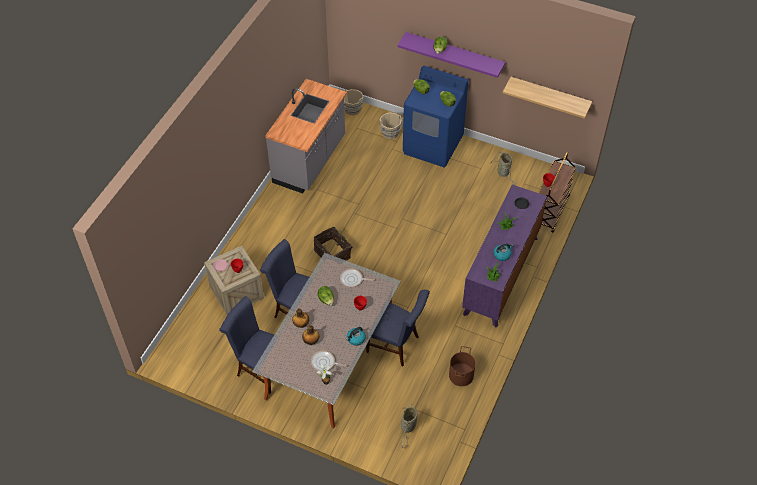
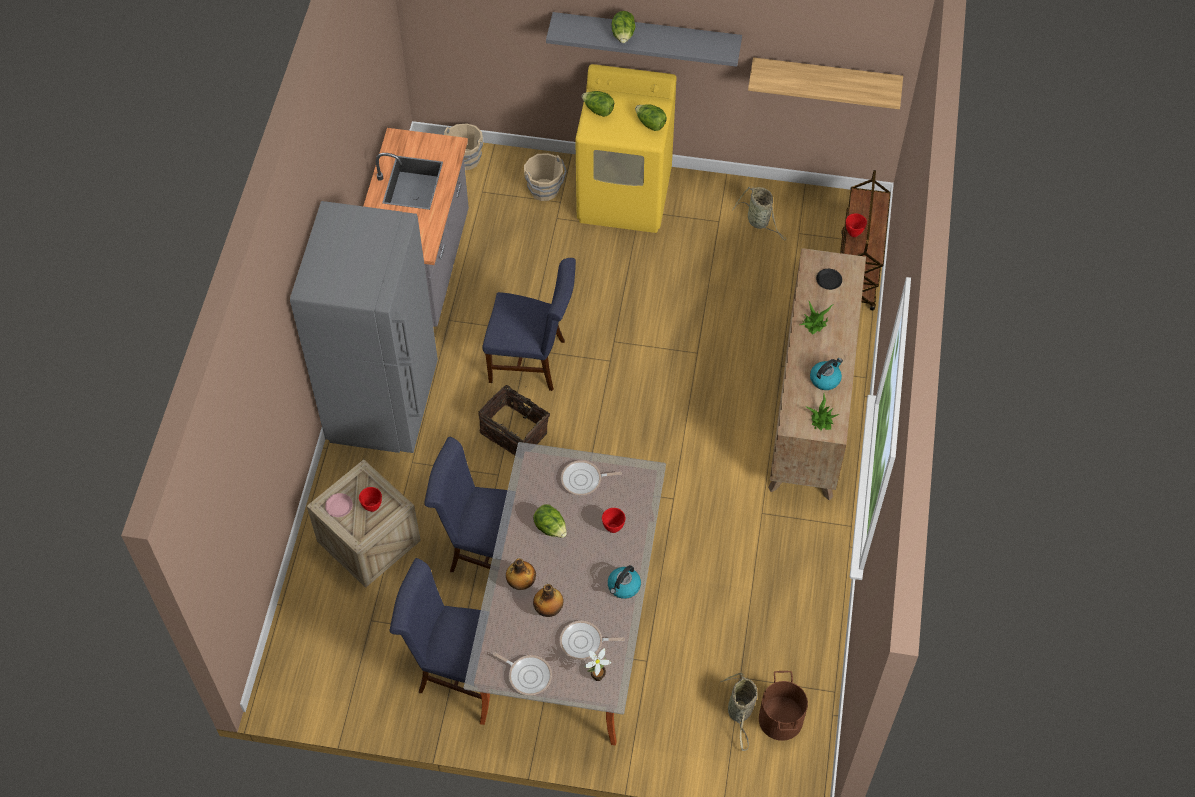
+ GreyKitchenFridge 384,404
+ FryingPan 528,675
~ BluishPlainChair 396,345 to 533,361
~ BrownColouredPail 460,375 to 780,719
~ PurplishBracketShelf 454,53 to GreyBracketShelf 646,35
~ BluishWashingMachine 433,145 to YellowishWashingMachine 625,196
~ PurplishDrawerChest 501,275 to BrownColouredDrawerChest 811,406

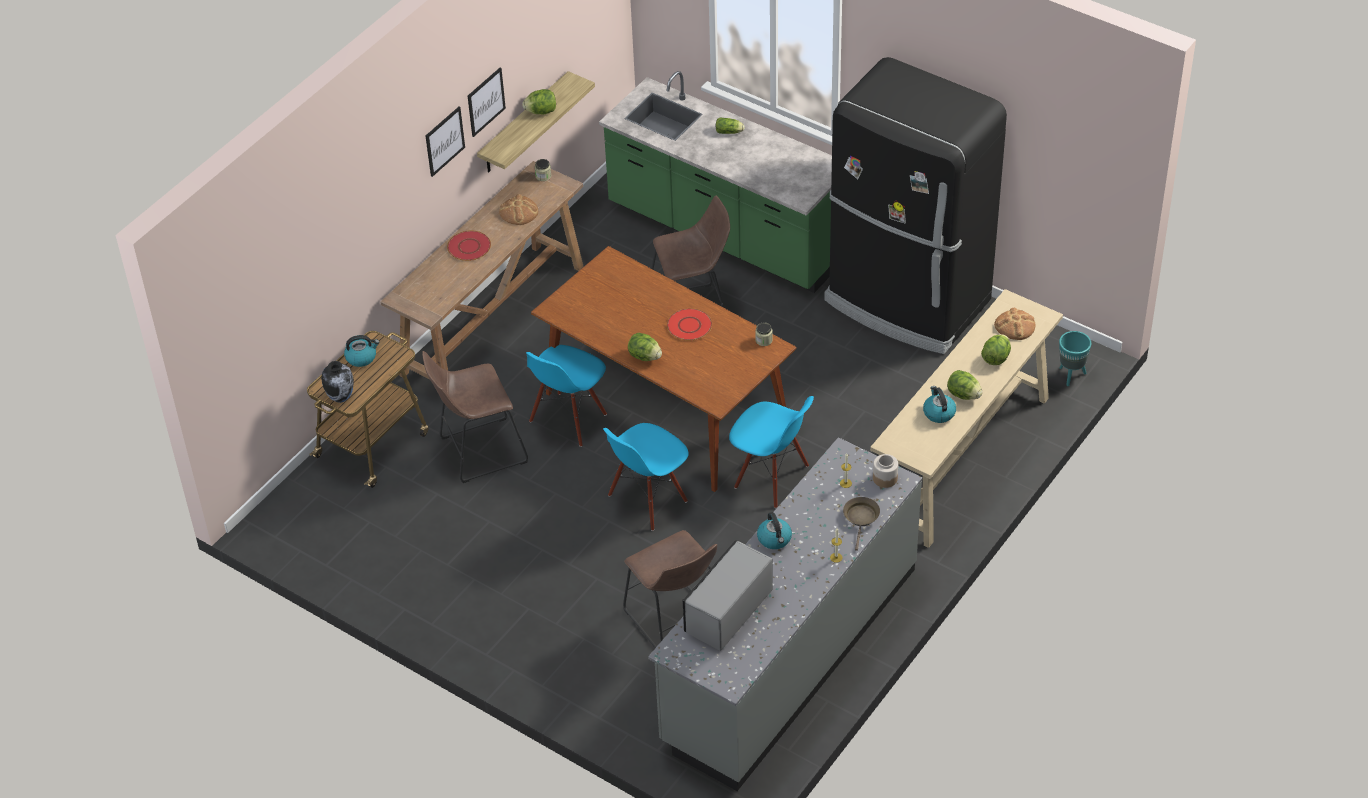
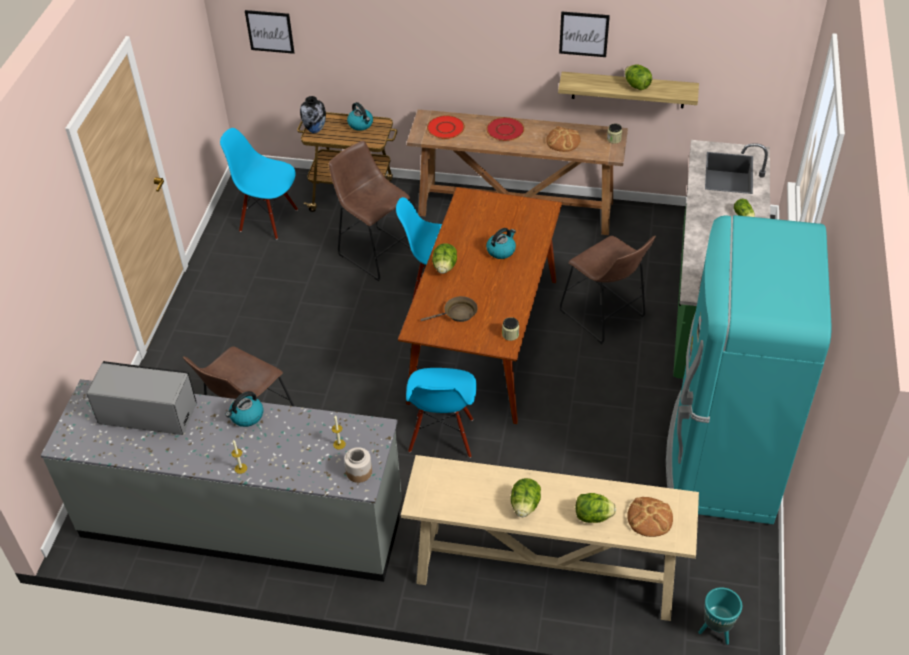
~ Picture 444,141 to 270,31
~ BluishPlainChair 648,500 to 269,219
~ RedDinnerPlate 689,325 to 445,128
~ BrownColouredFryingPan 861,518 to 457,314
~ WaterKettle 938,413 to 501,250
~ BlackKitchenFridge 907,302 to BlueGreenKitchenFridge 720,459

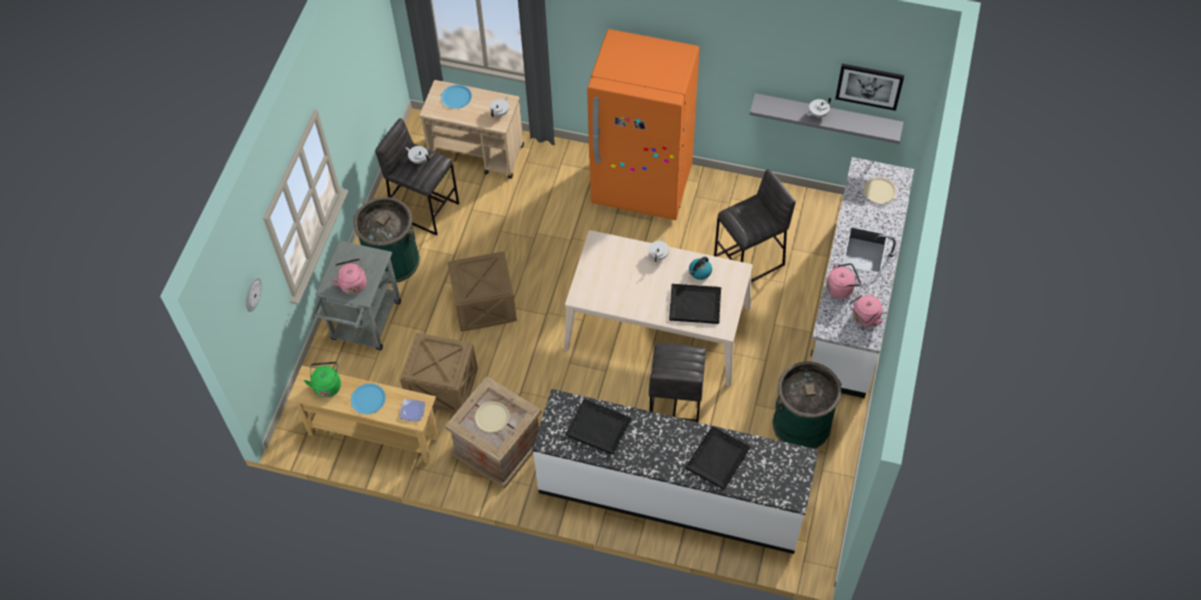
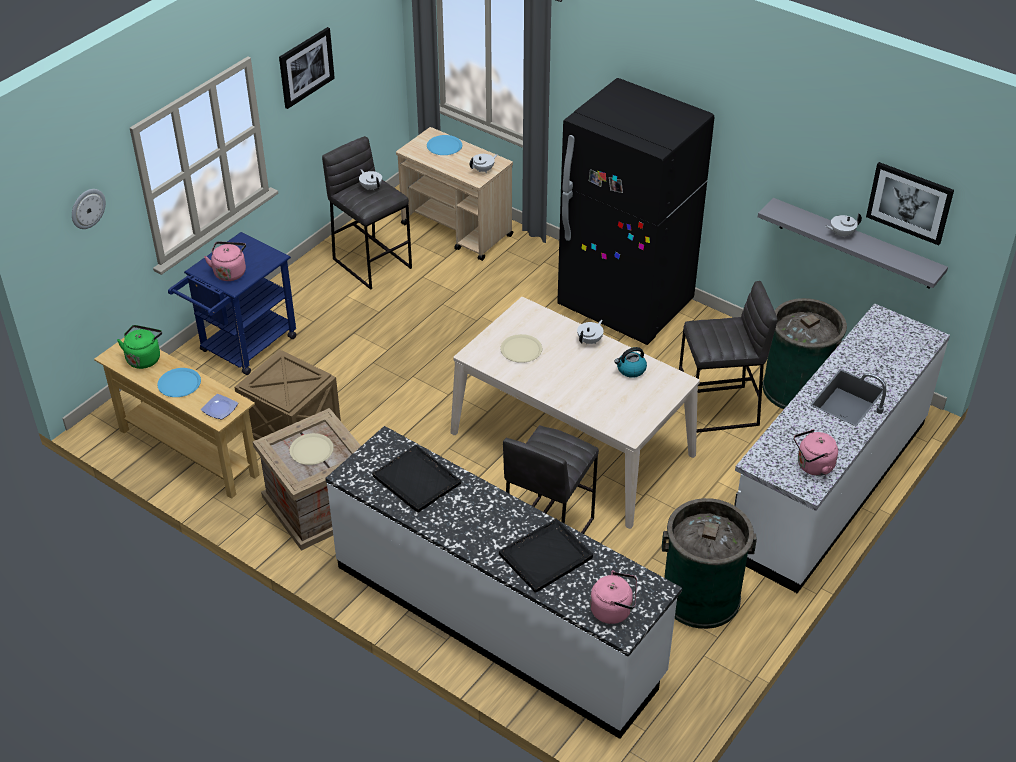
- Crate 483,305
- BlackCarryingTray 694,304
+ Picture 306,67
~ GreenRubbishBin 392,260 to 796,388
~ PinkColouredWaterKettle 841,288 to 613,610
~ SandColouredDinnerPlate 879,191 to 521,349
~ GreyTrolley 364,326 to BluishTrolley 243,348
~ OrangeKitchenFridge 642,186 to BlackKitchenFridge 625,305

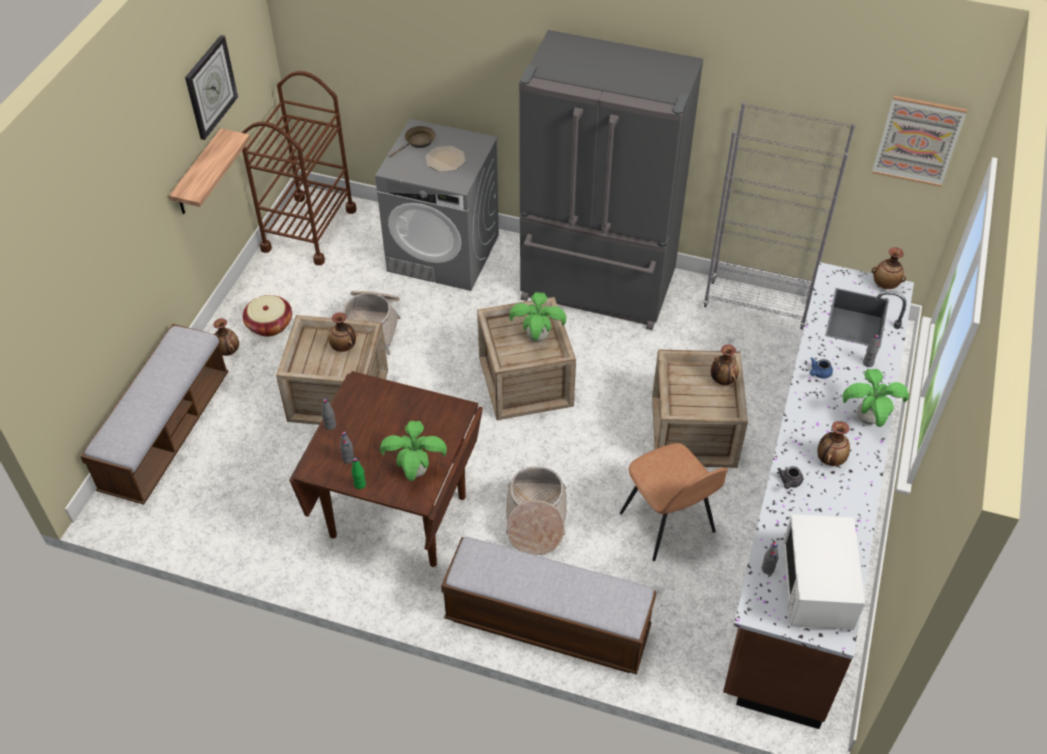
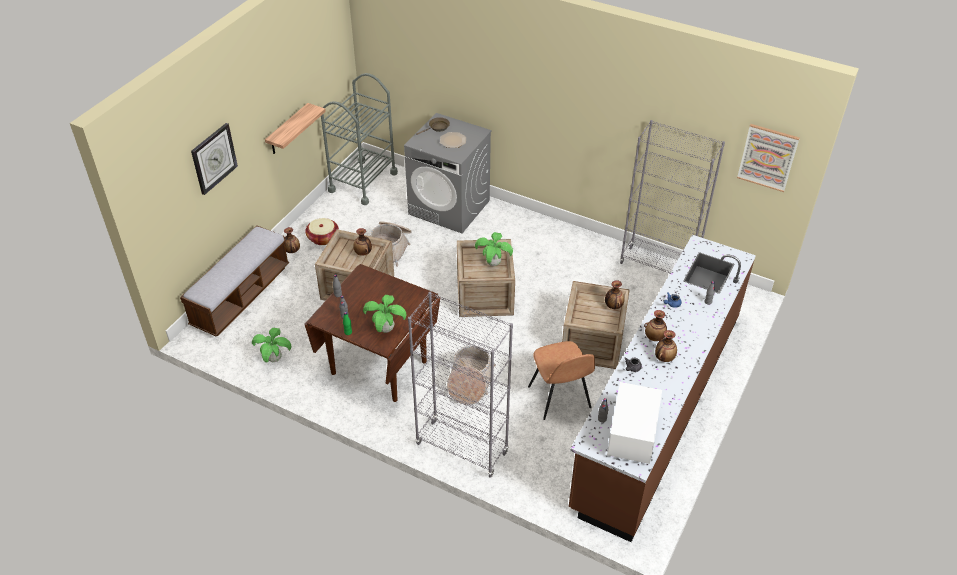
- GreyKitchenFridge 597,288
~ HangingClock 210,87 to 213,158
~ PottedPlant 867,419 to 274,359
~ Vase 885,285 to 654,337
~ Bench 547,624 to GreyBookcase 461,448
~ BrownColouredTrolley 309,229 to GreyTrolley 363,182

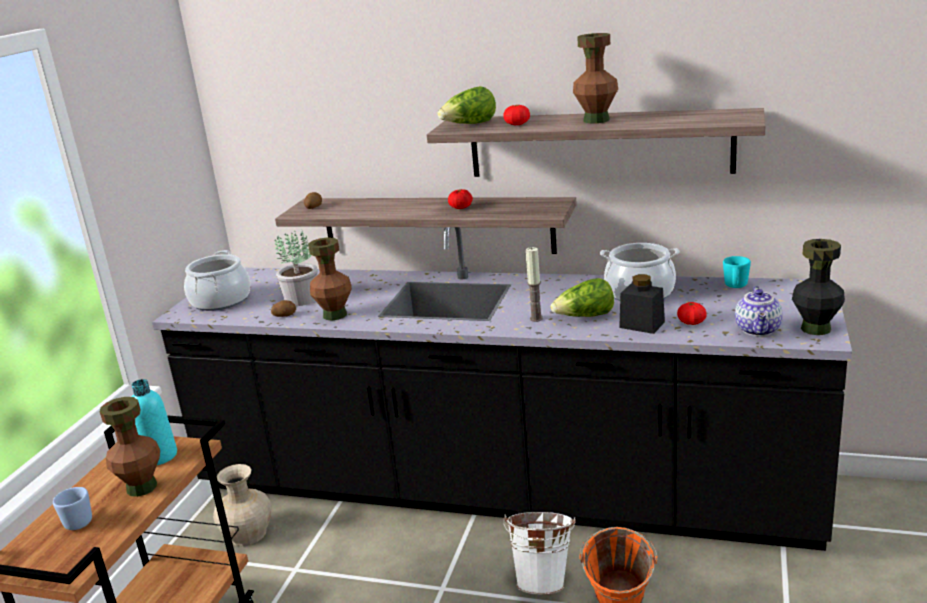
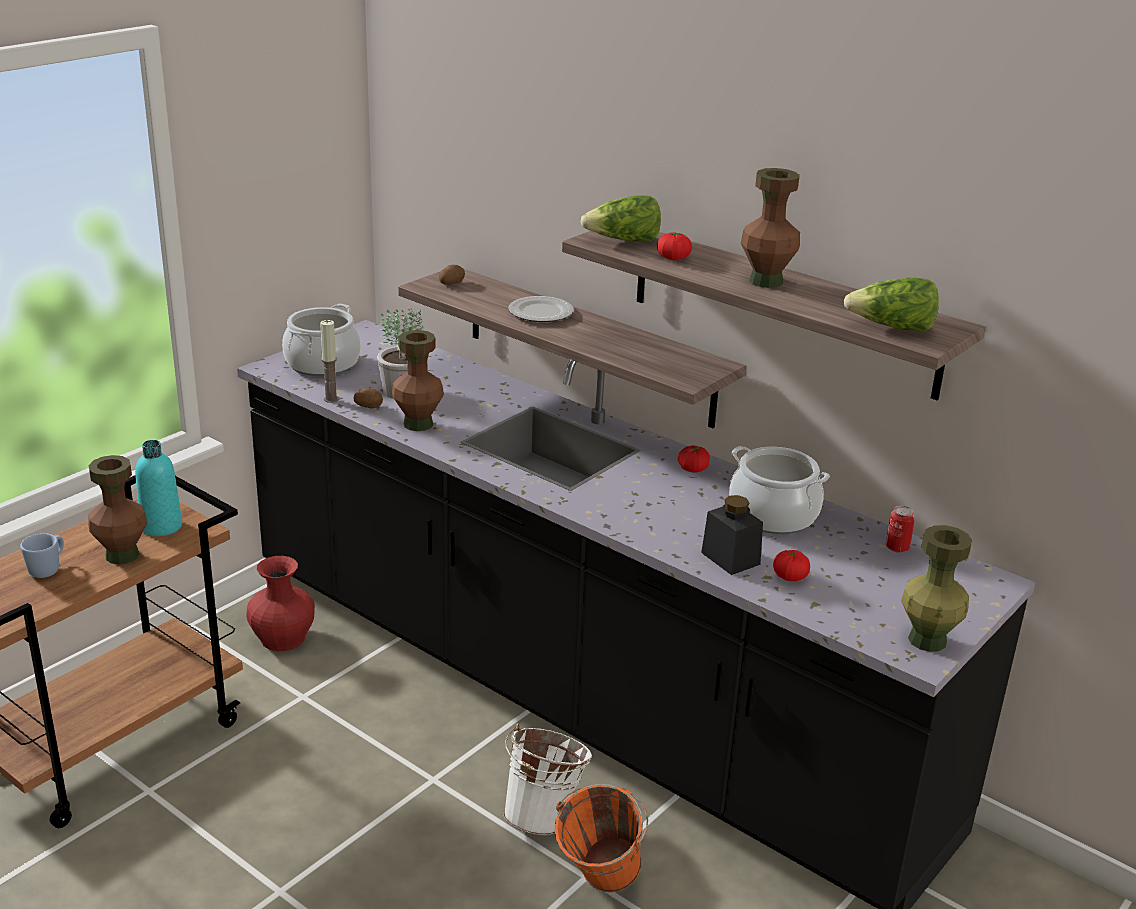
- PotForTea 759,330
+ DinnerPlate 541,313
~ FreshTomato 461,207 to 693,469
~ WaxCandle 536,319 to 331,399
~ Lettuce 585,317 to 892,328
~ BlueGreenMug 735,287 to SealedCan 897,547
~ SandColouredVase 247,533 to RedVase 283,637
~ BlackVase 815,329 to GreenVase 926,640

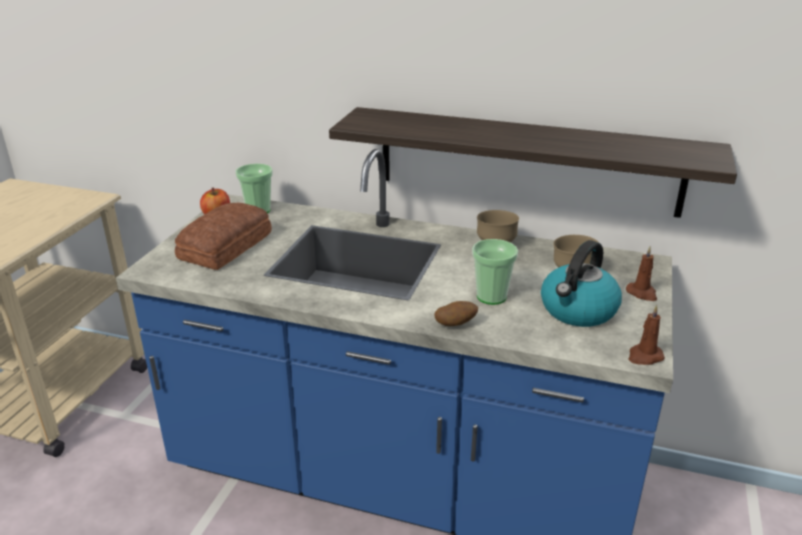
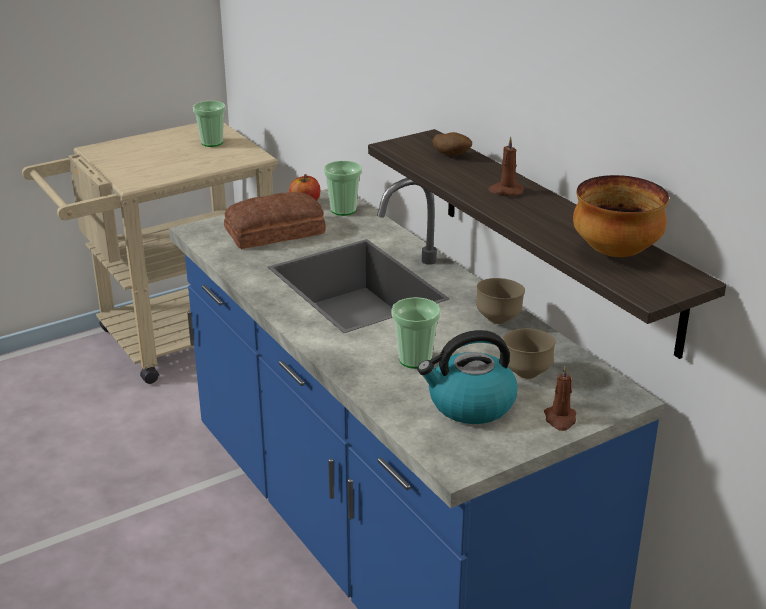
+ SmallCup 212,143
+ DeepDish 616,252
~ Potato 455,324 to 452,155
~ BrownColouredWaxCandle 644,356 to 505,191

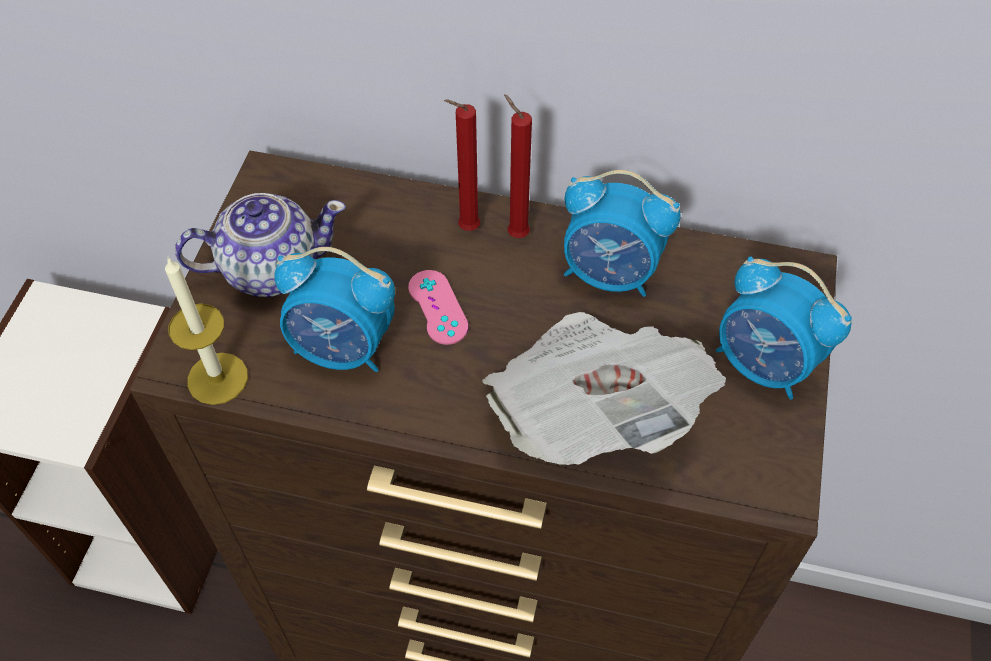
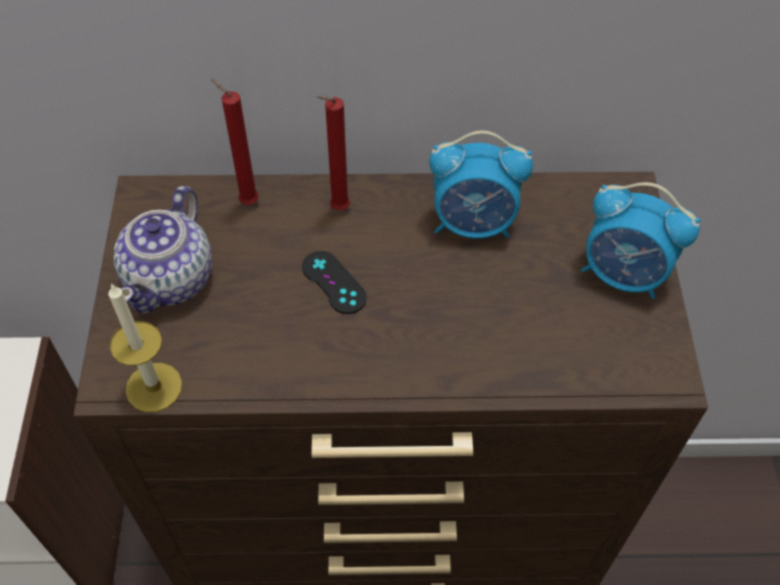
- AlarmClock 343,348
- DailyPaper 592,410
~ RedWaxCandle 515,233 to 246,201
~ PinkColouredGameController 438,307 to BlackGameController 334,282
~ PotForTea 270,268 = 171,278 135 degrees clockwise

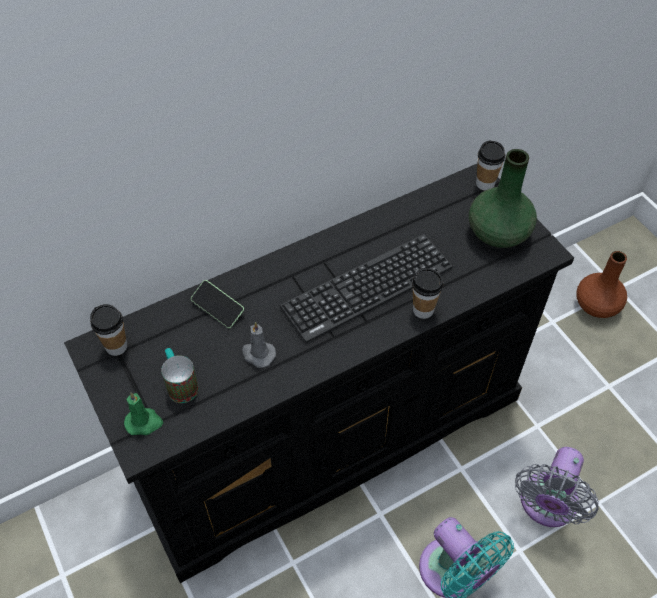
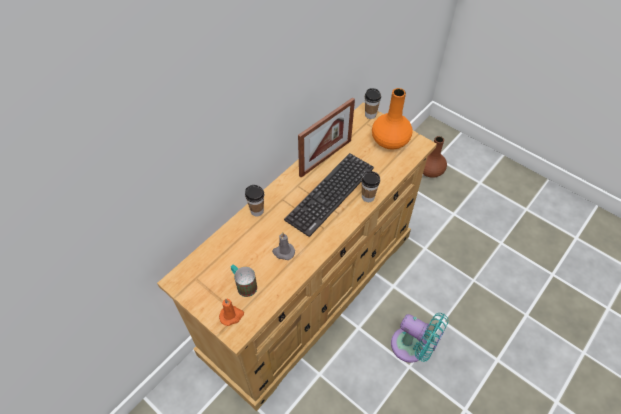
- Telephone 218,308
- GreyCoolingFan 546,505
+ PhotoFrame 325,158
~ SmallCup 116,346 to 257,211
~ BlackDrawerChest 330,433 to SandColouredDrawerChest 311,290
~ GreenWaxCandle 144,422 to OrangeWaxCandle 232,315
~ GreenVase 497,233 to OrangeVase 389,141

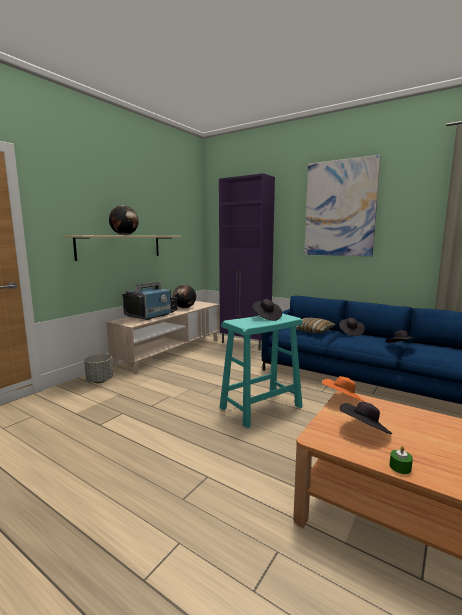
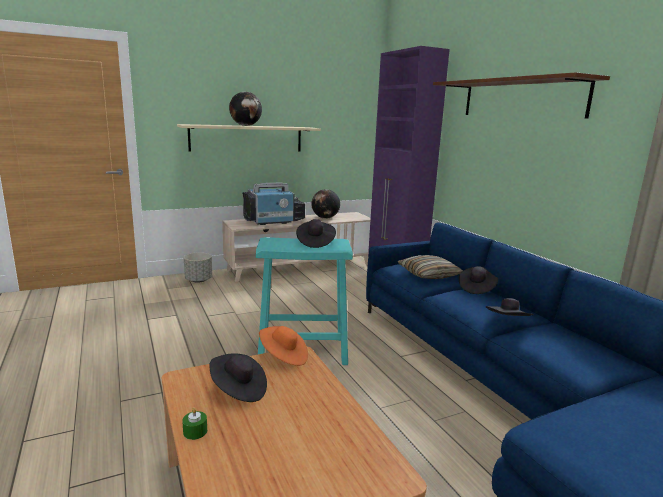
~ Picture 340,208 to BrownColouredBracketShelf 521,98

